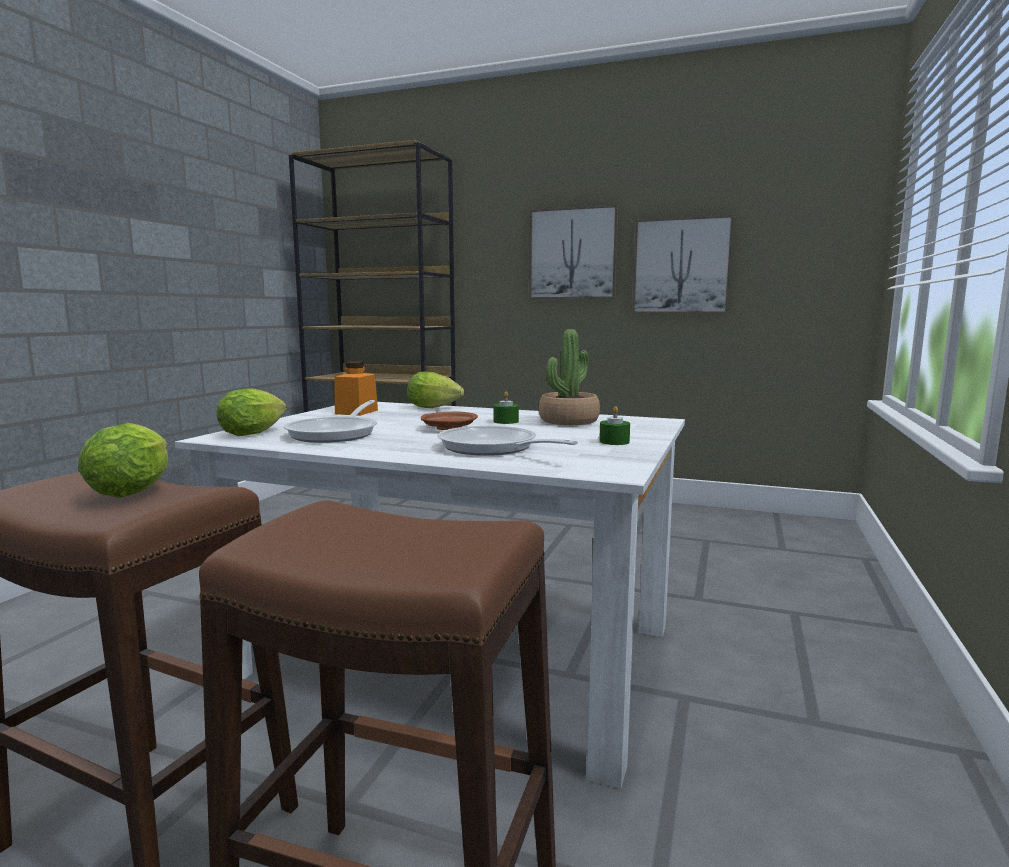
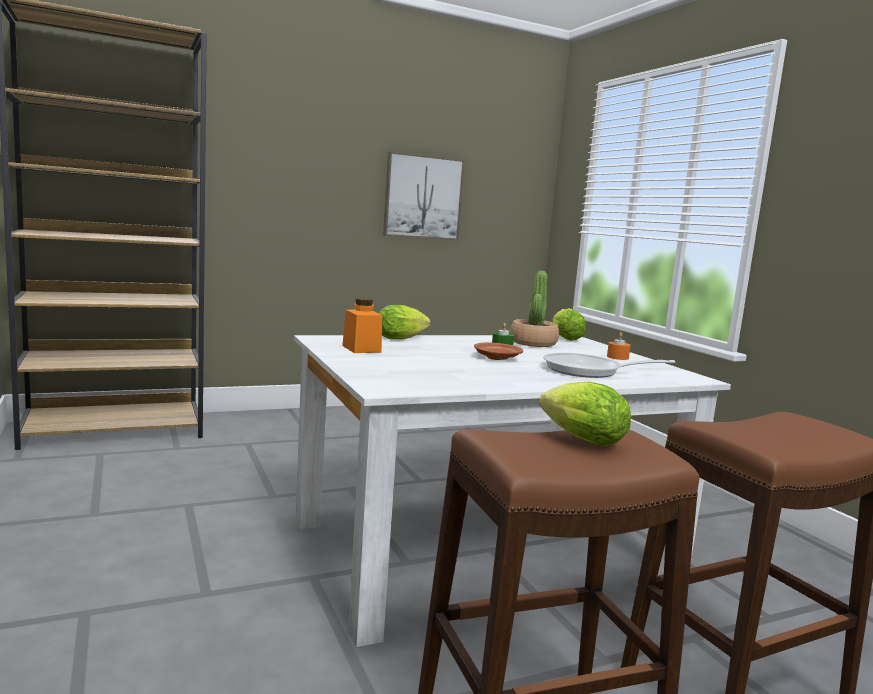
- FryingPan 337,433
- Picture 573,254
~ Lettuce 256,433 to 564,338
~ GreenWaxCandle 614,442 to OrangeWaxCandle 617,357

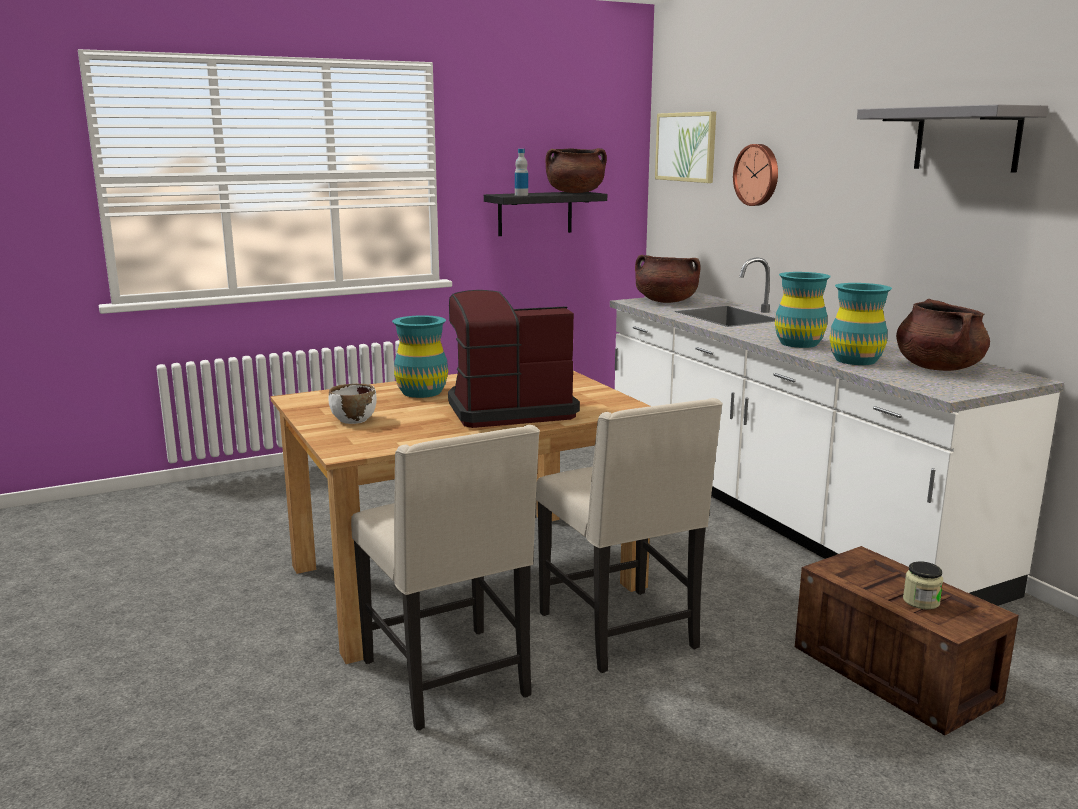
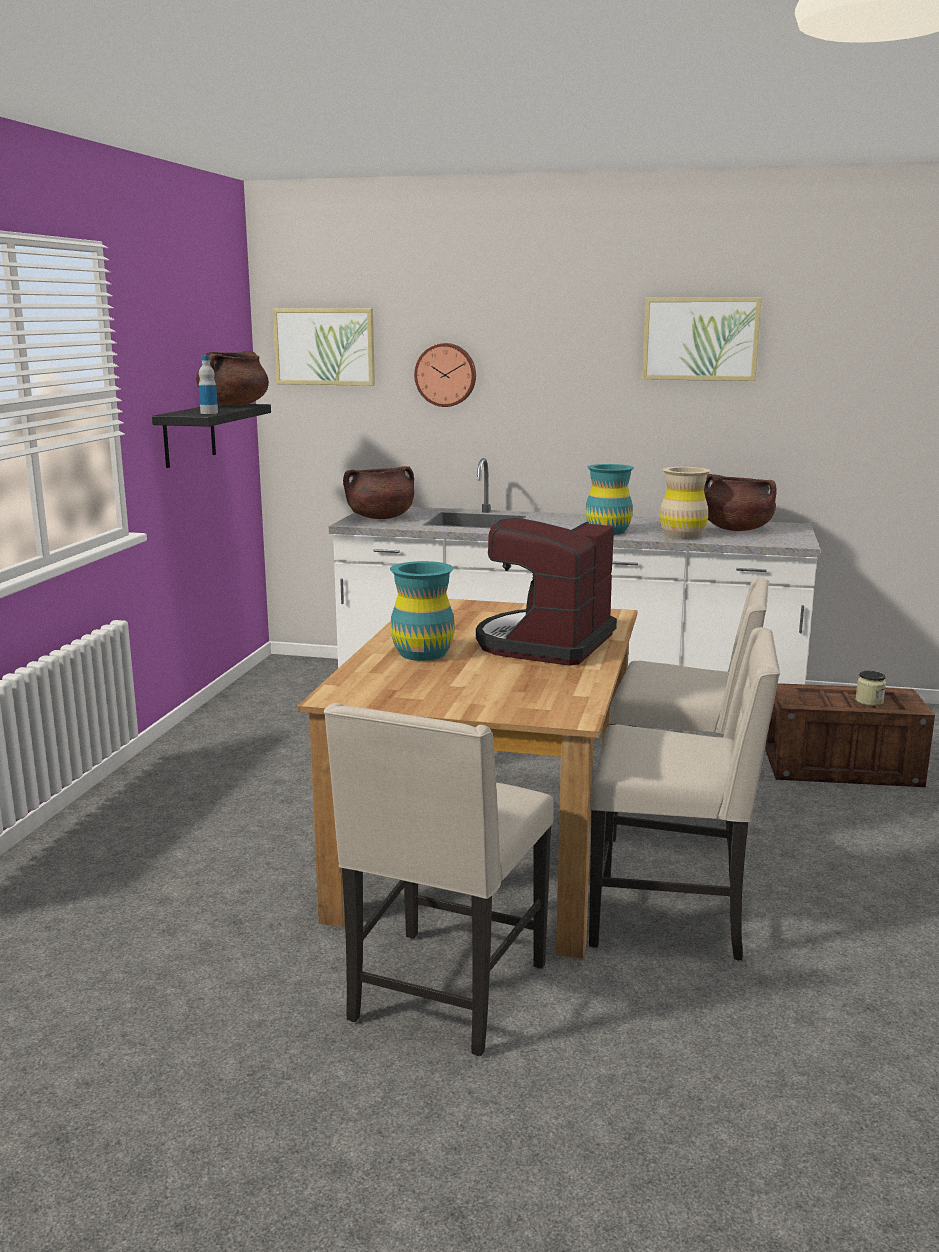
- WhiteDeepDish 353,420
+ SandColouredPlainChair 444,994
~ GreyBracketShelf 967,139 to Picture 700,339
~ BlueGreenVase 855,360 to SandColouredVase 682,535

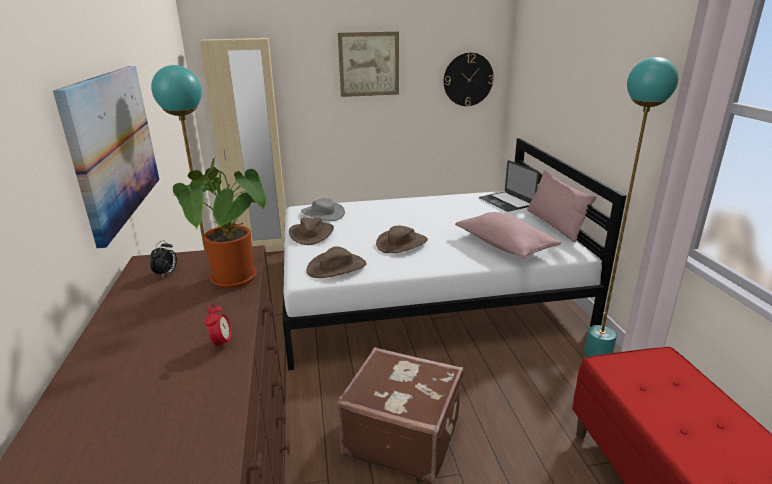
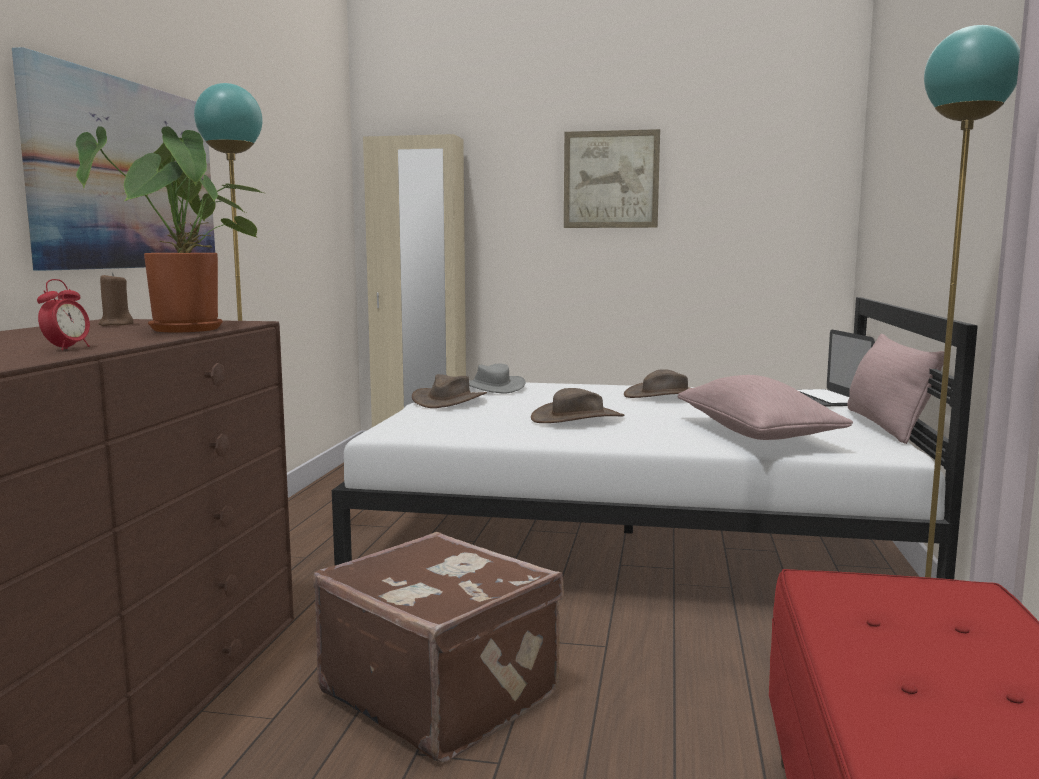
- HangingClock 468,79
~ BrownColouredHat 336,267 to 665,395
~ AlarmClock 166,274 to BrownColouredWaxCandle 116,324

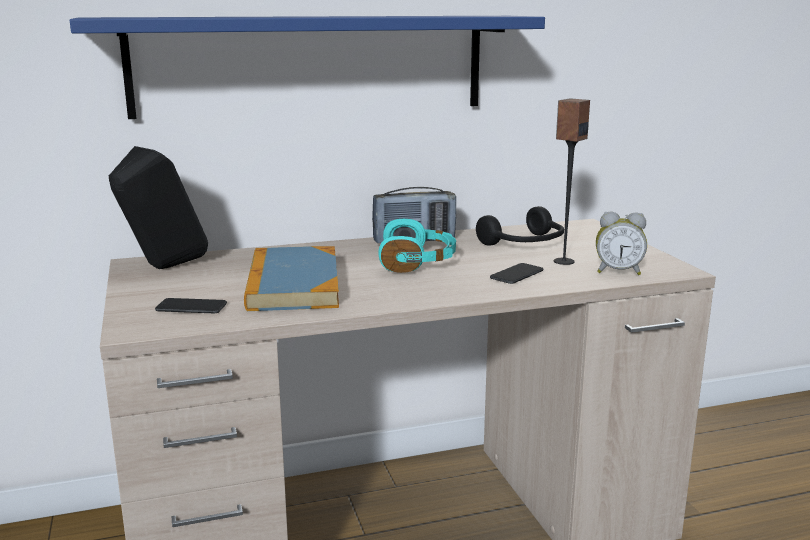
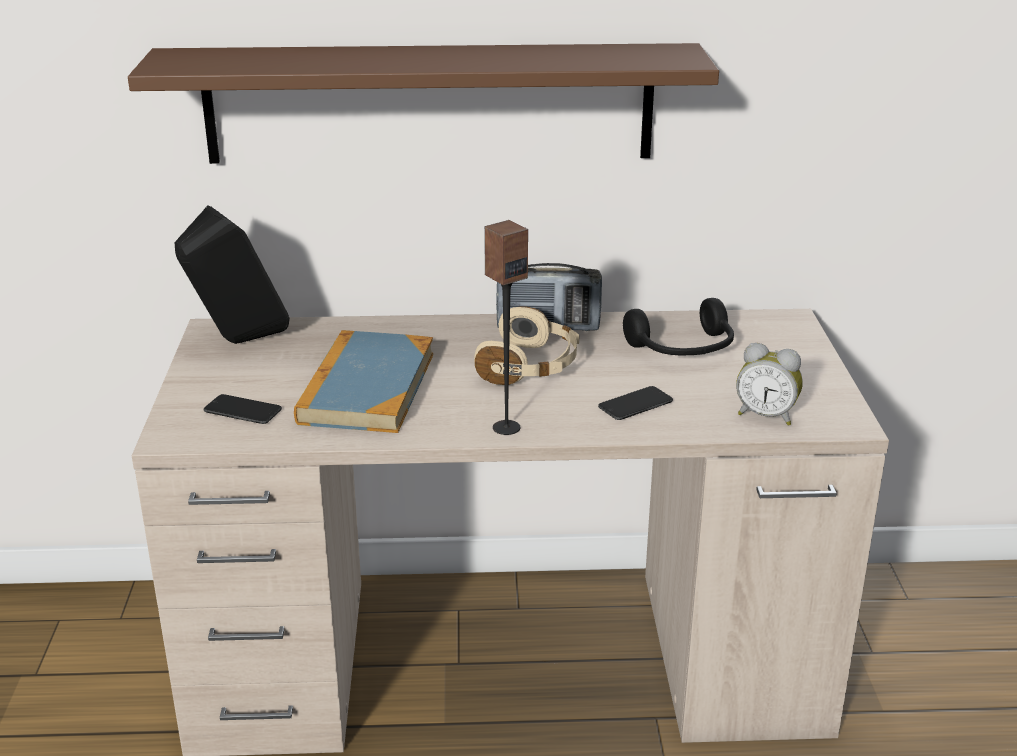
~ Speaker 563,261 to 506,427
~ BluishBracketShelf 311,65 to BrownColouredBracketShelf 429,103
~ BlueGreenHeadphones 418,262 to SandColouredHeadphones 530,366

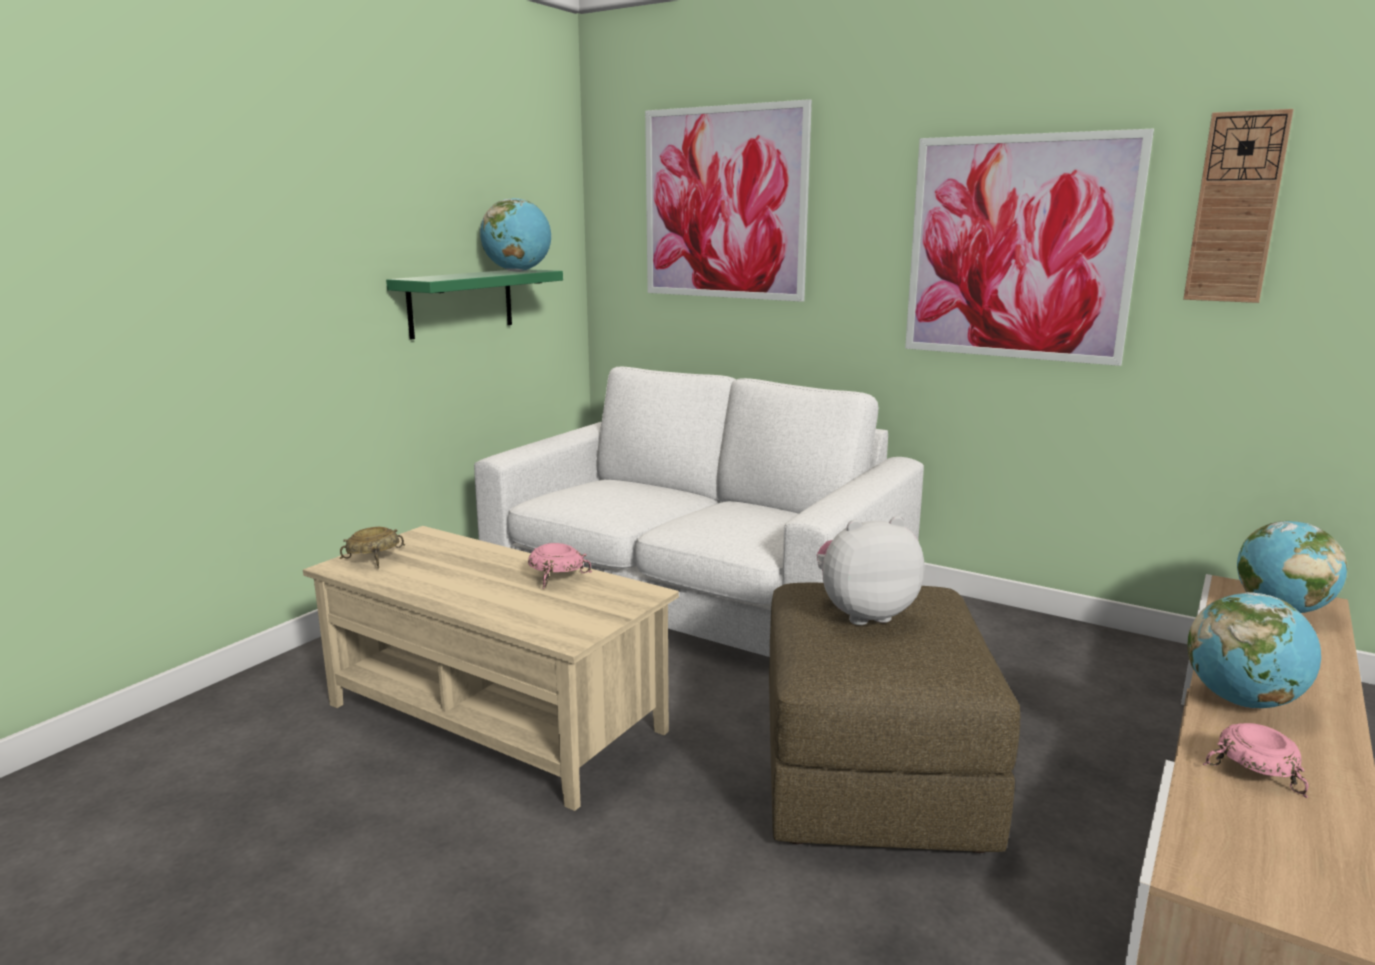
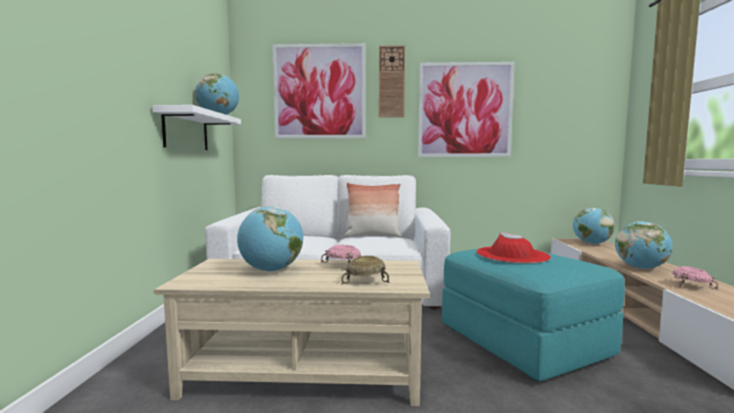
+ WorldGlobe 271,270
+ ThrowPillow 372,236
~ SandColouredDeepDish 375,559 to 366,280
~ HangingClock 1236,208 to 391,82
~ SoftToy 863,614 to RedHat 512,255
~ GreenBracketShelf 461,302 to WhiteBracketShelf 186,131
~ BrownColouredOttoman 871,774 to BlueGreenOttoman 522,341

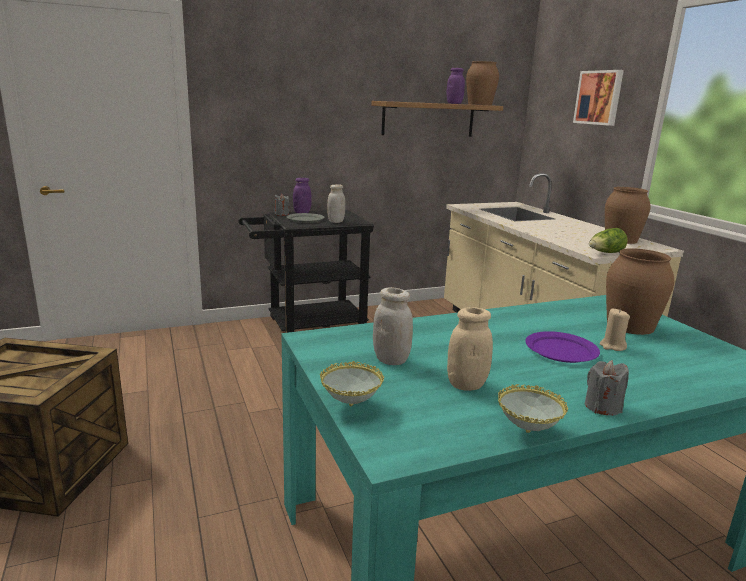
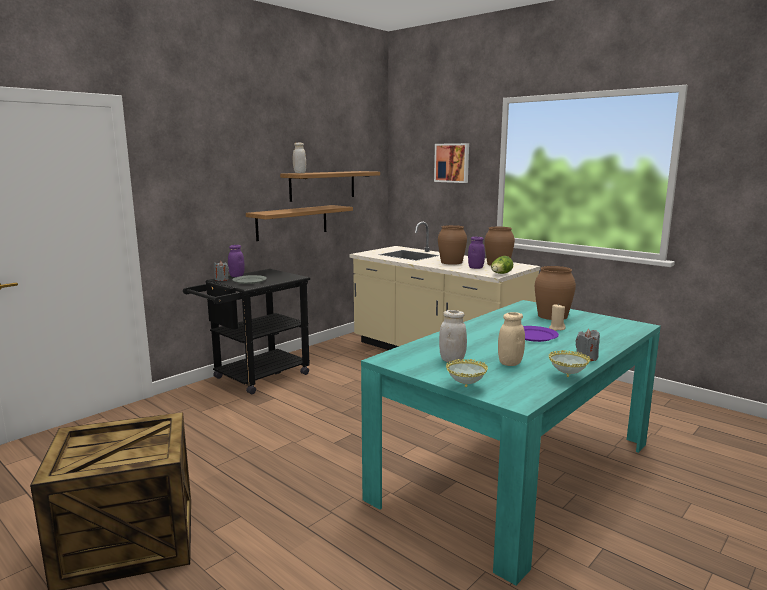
+ BracketShelf 292,222
~ WhiteJar 335,221 to 299,173
~ PurplishJar 454,103 to 475,268
~ BrownColouredVase 479,104 to 451,262

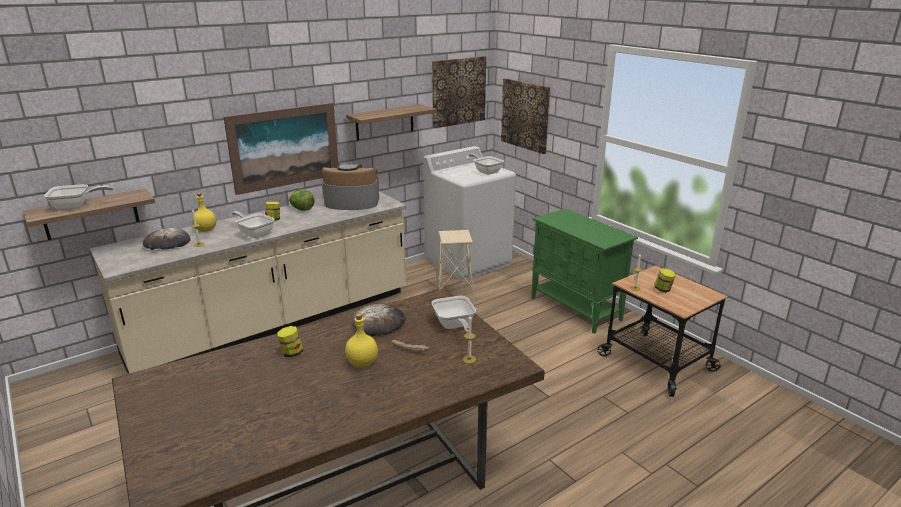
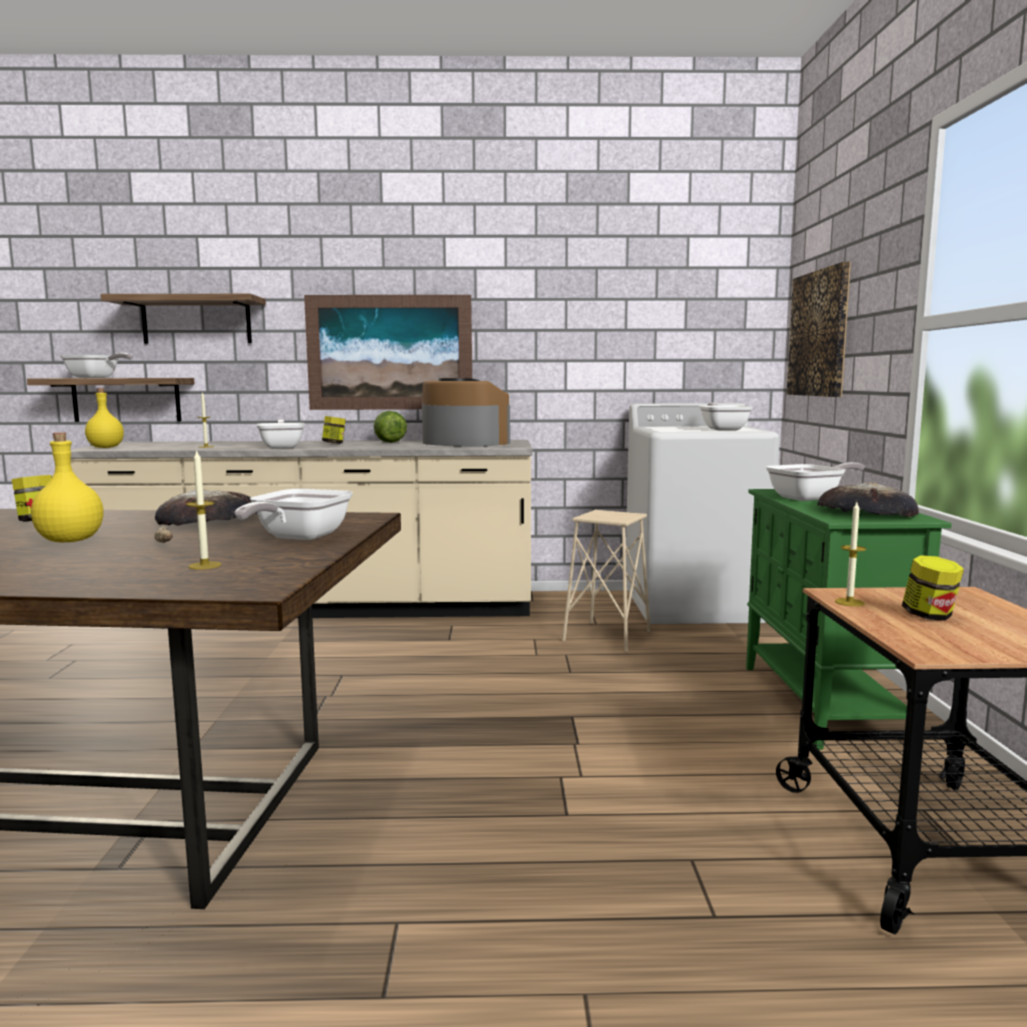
- Picture 458,91
+ FryingPan 810,498
~ Bread 167,243 to 866,512
~ YellowishBottle 205,230 to 105,447
~ BracketShelf 385,122 to 196,321

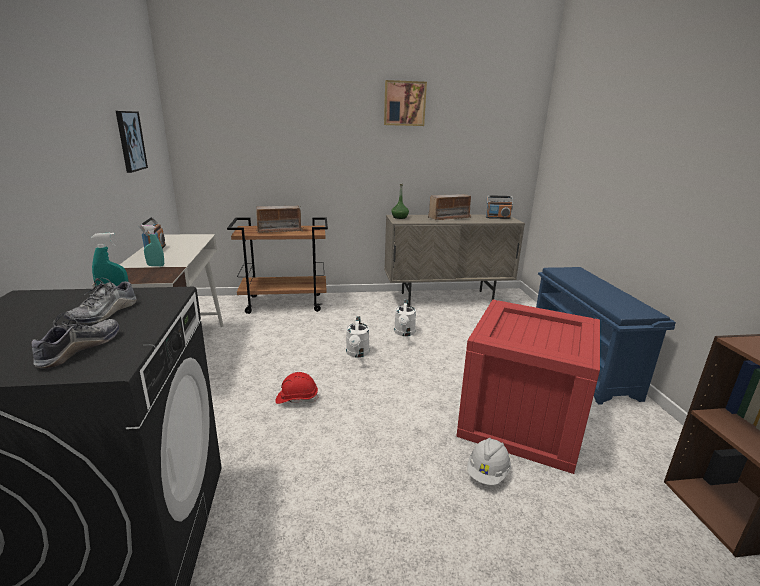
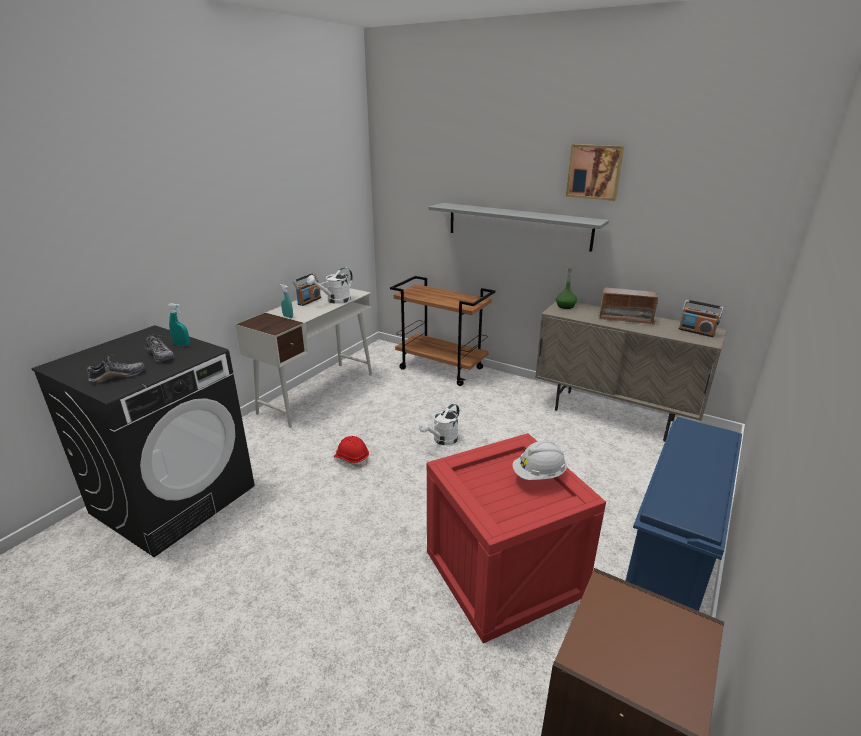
- Picture 130,141
- RadioReceiver 279,230
+ GreyBracketShelf 517,226
~ WhiteWateringPot 404,333 to 335,301
~ WhiteHardHat 487,473 to 539,475
~ ItemOfFootwear 105,313 = 160,356 105 degrees counterclockwise

